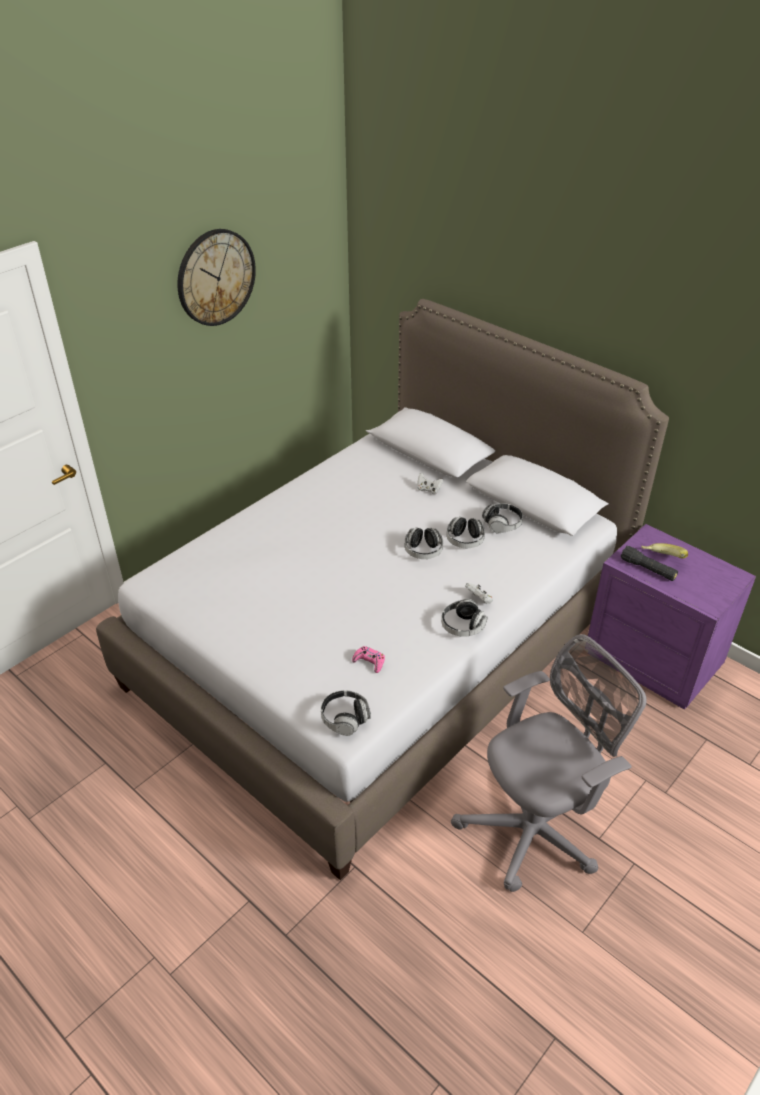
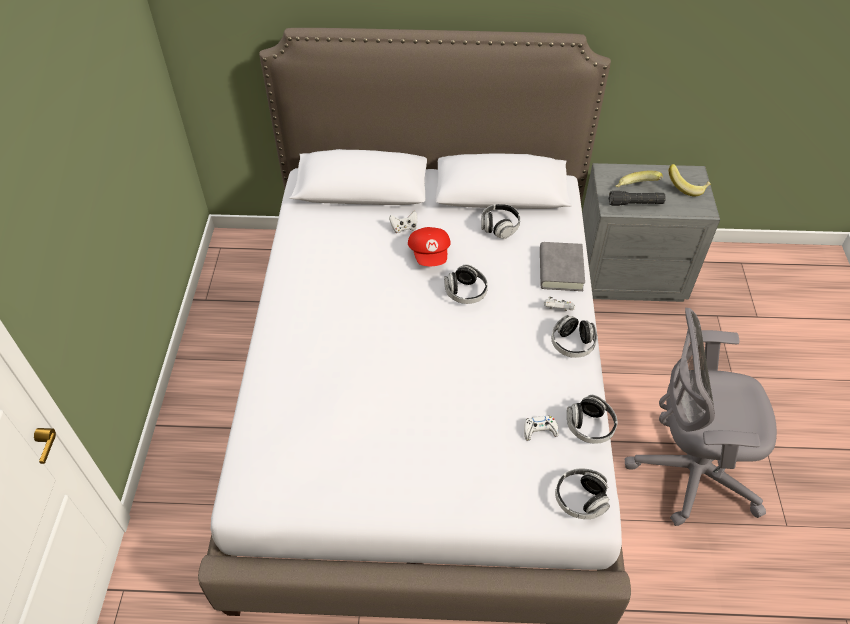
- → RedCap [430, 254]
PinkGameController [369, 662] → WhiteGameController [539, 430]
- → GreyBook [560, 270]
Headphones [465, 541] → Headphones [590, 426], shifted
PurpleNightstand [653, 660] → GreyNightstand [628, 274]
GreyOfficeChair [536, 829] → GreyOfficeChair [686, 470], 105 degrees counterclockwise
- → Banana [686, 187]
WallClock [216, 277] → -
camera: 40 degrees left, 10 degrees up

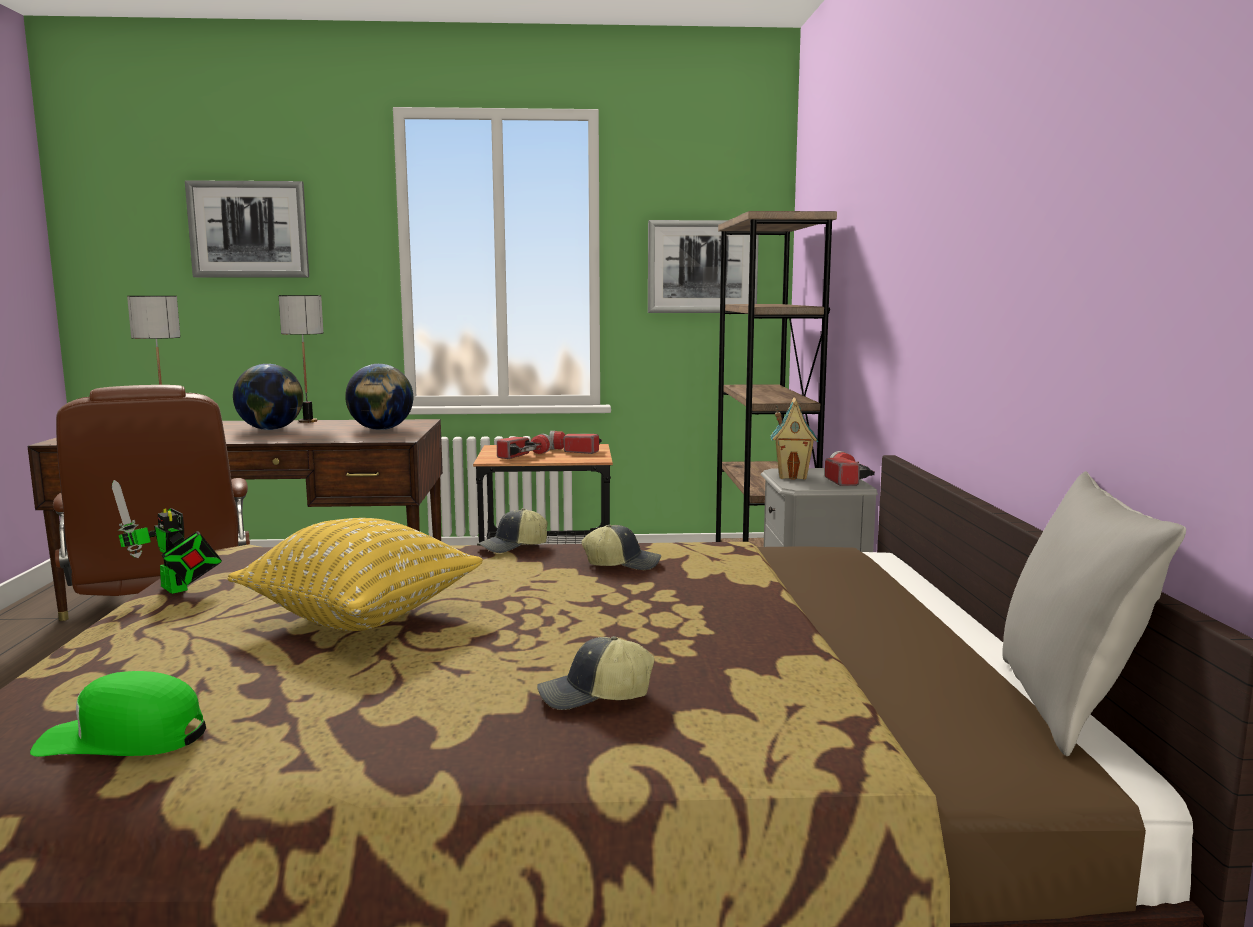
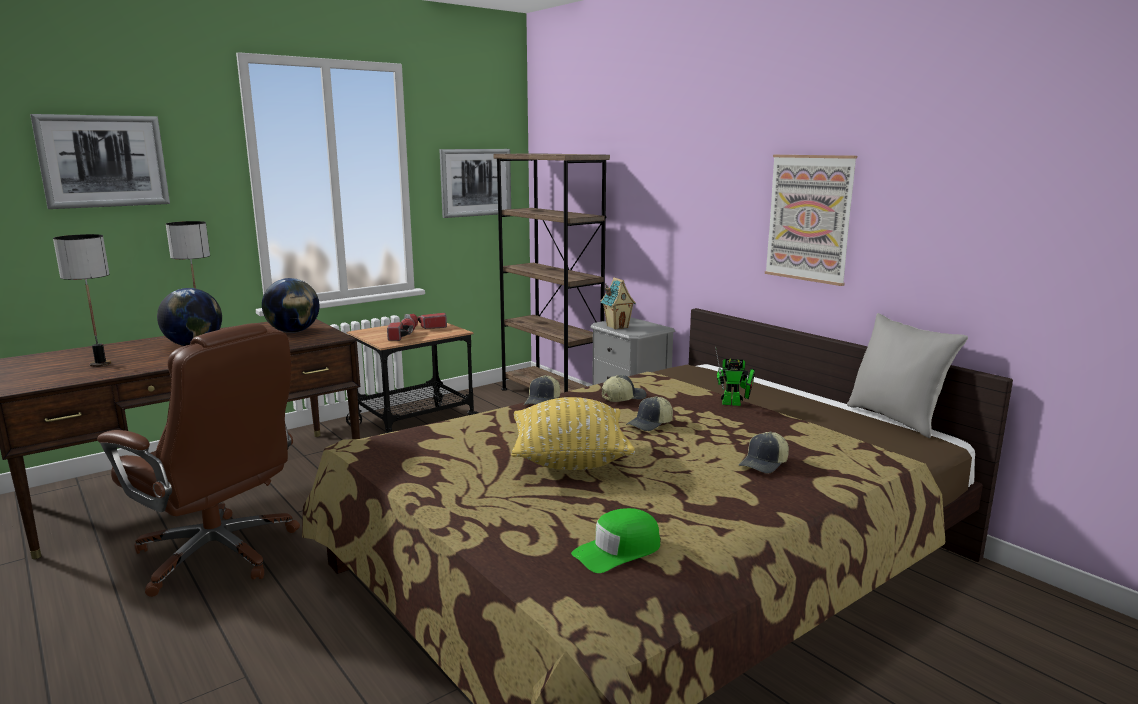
- → Cap [650, 424]
ToyRobot [176, 589] → ToyRobot [734, 404], shifted
- → Picture [809, 218]
Flashlight [844, 480] → -
camera: 35 degrees left, 5 degrees up

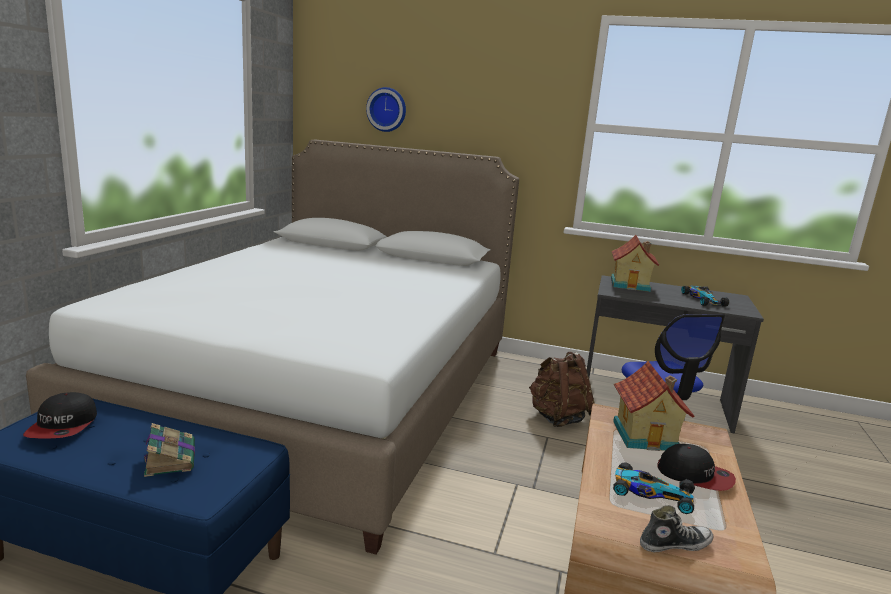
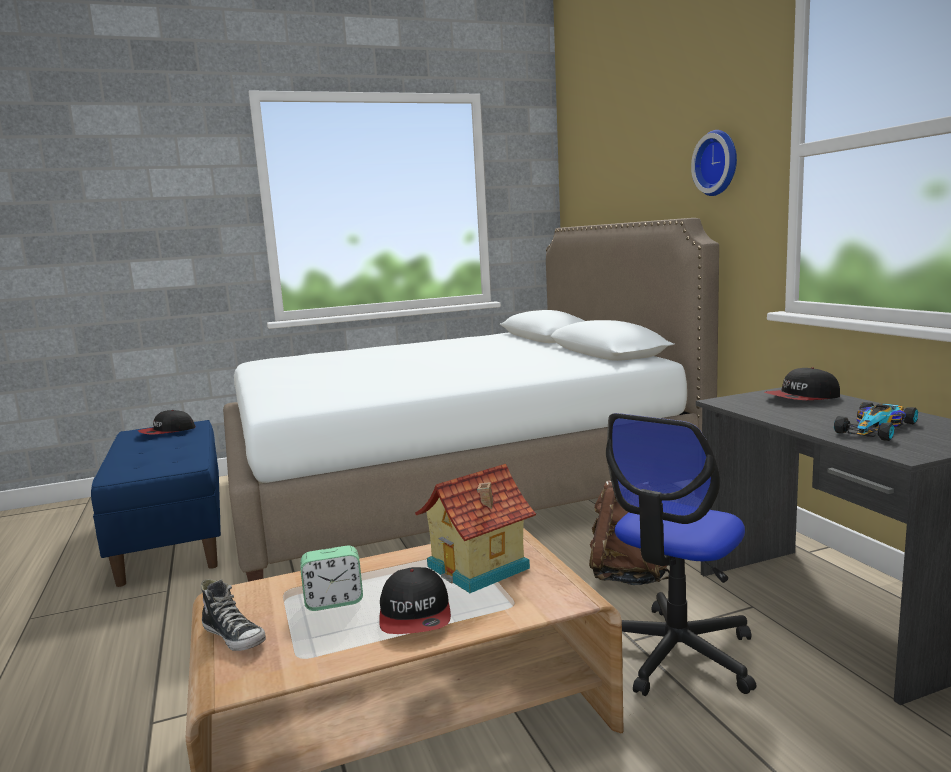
ToyCar [650, 493] → AlarmClock [334, 601]
WallClock [387, 109] → WallClock [718, 163], shifted
ToyHouse [631, 285] → Cap [802, 398]
Book [170, 458] → -
camera: 55 degrees right, 5 degrees down

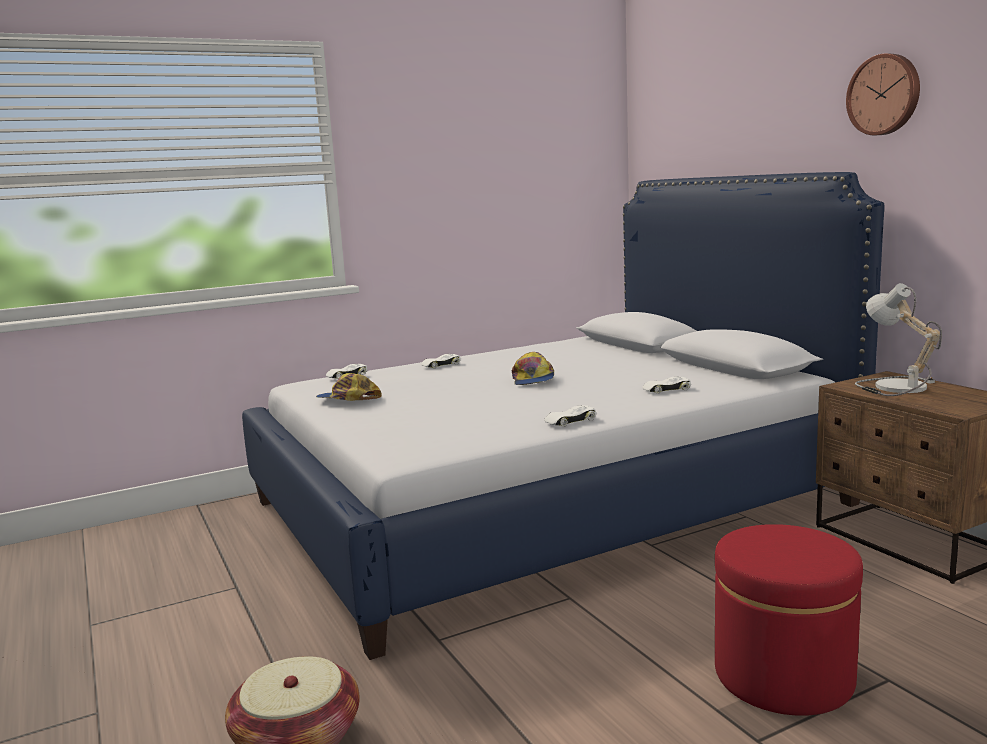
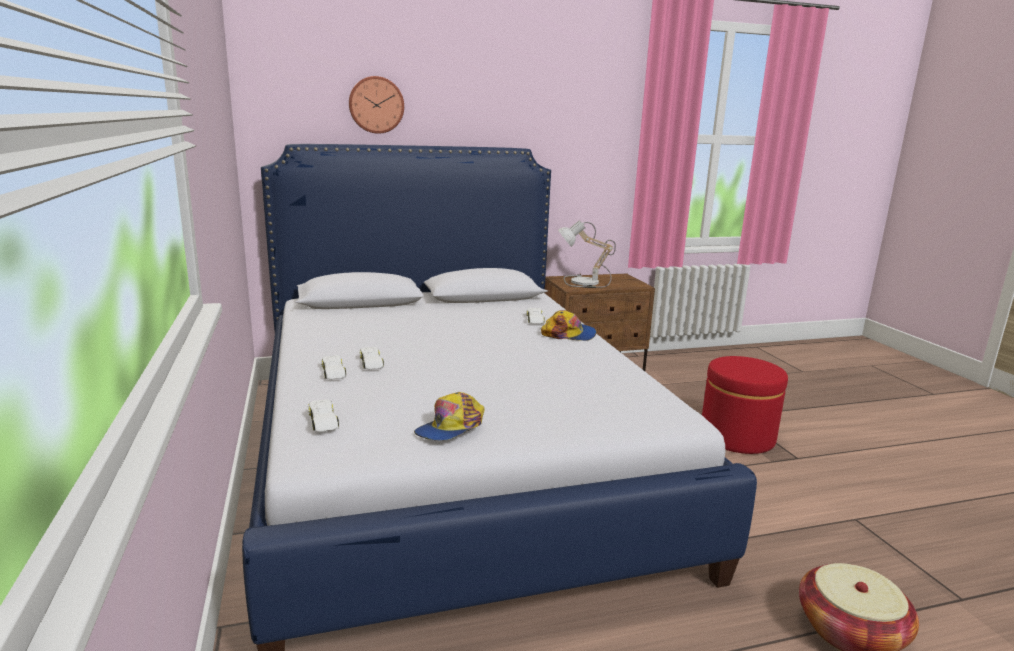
WallClock [884, 95] → WallClock [376, 105], shifted
WhiteToyCar [570, 421] → WhiteToyCar [371, 363], shifted
Cap [533, 379] → Cap [569, 334], shifted
camera: 80 degrees left, 5 degrees up

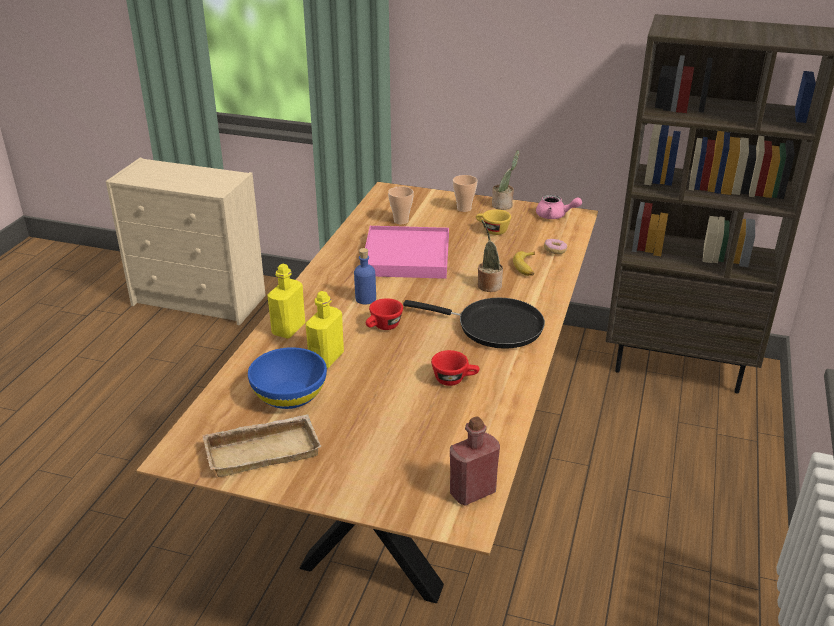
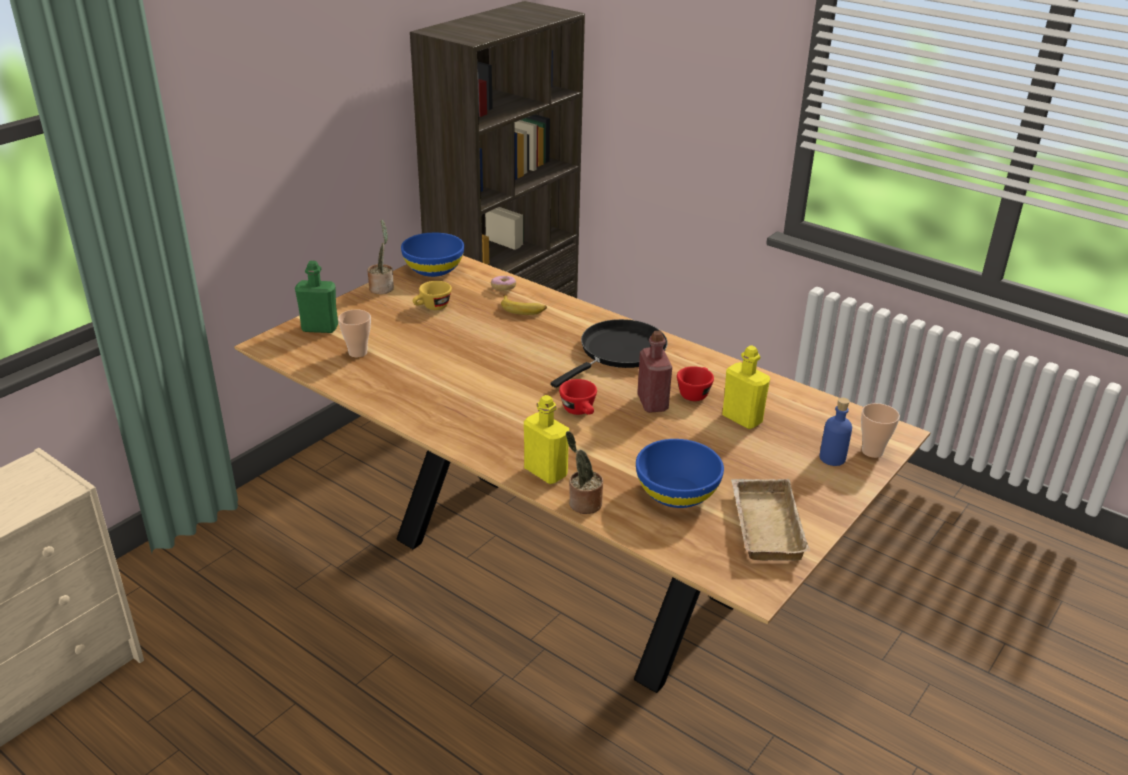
- → GreenBottle [320, 328]
PinkTeapot [555, 216] → BlueBowl [433, 269]
PottedPlant [488, 285] → PottedPlant [583, 503], shifted
RedBottle [472, 492] → RedBottle [652, 403], shifted
YellowBottle [326, 358] → YellowBottle [742, 419], shifted
BlueBottle [365, 299] → BlueBottle [832, 458], shifted
Cup [464, 209] → Cup [872, 451], shifted
PinkTray [406, 256] → -
camera: 70 degrees left, 0 degrees up

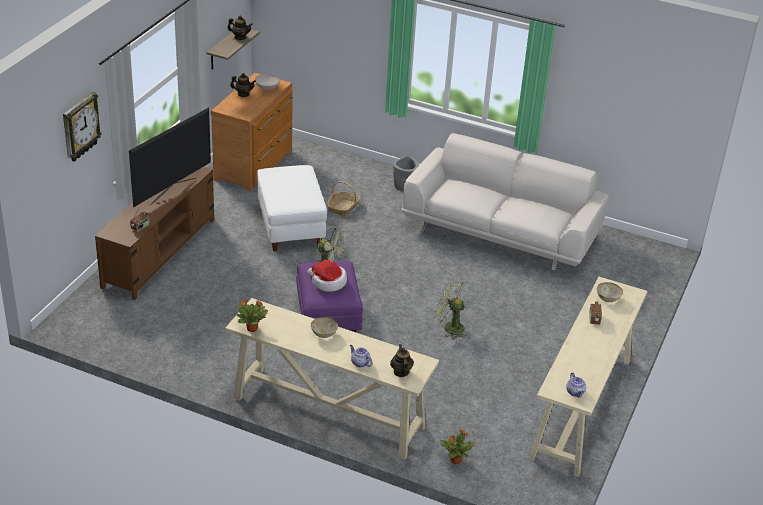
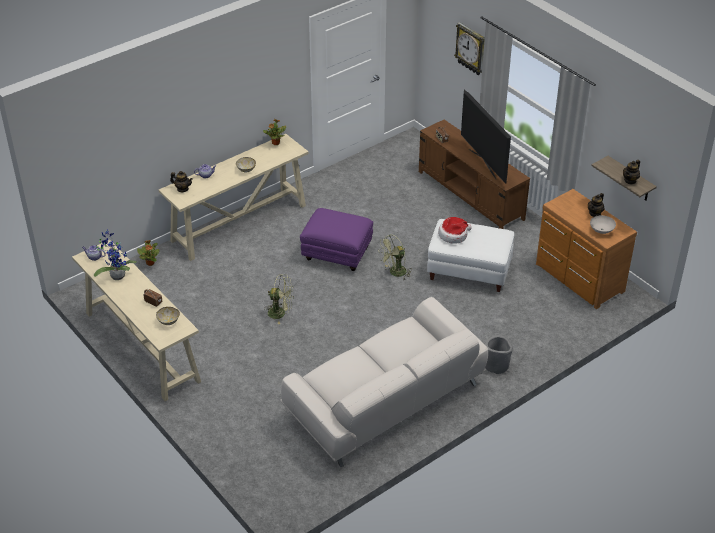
- → PottedPlant [116, 275]
GreenFan [449, 327] → GreenFan [280, 313], 45 degrees clockwise
Hat [328, 282] → Hat [453, 235], shifted
Basket [343, 207] → -
camera: 120 degrees right, 5 degrees up

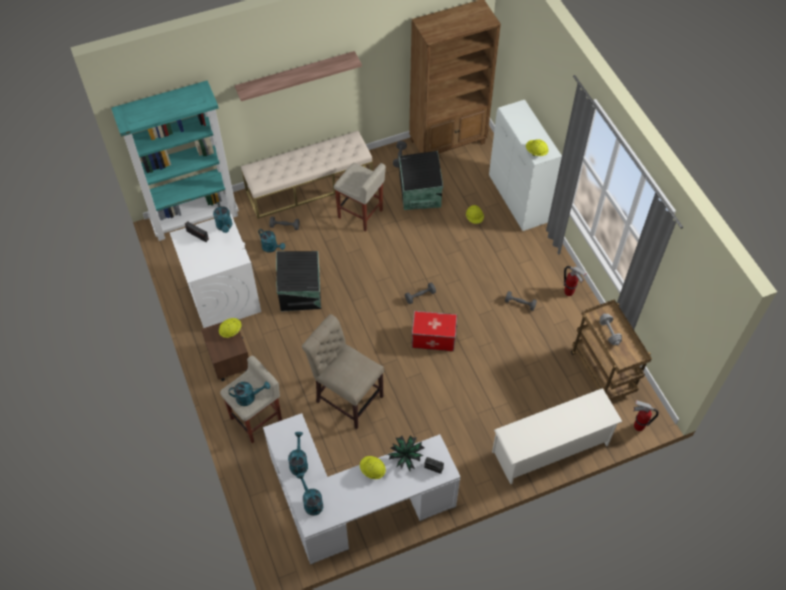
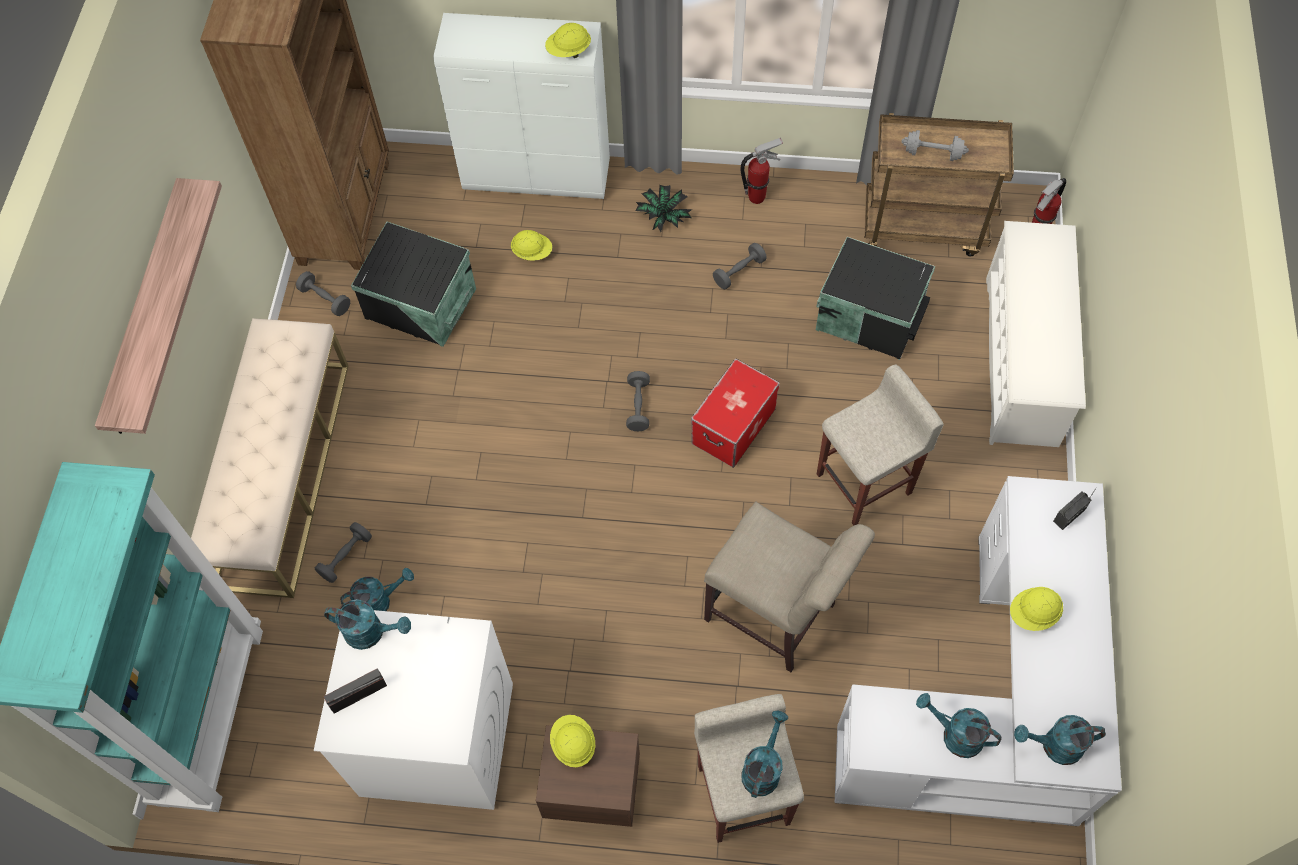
PottedPlant [406, 456] → PottedPlant [663, 216], shifted
BeigeChair [346, 396] → BeigeChair [776, 616], 120 degrees counterclockwise
BlackStorageBox [301, 289] → BlackStorageBox [869, 314], shifted
BeigeStool [360, 214] → BeigeStool [865, 483], shifted
camera: 60 degrees left, 5 degrees up

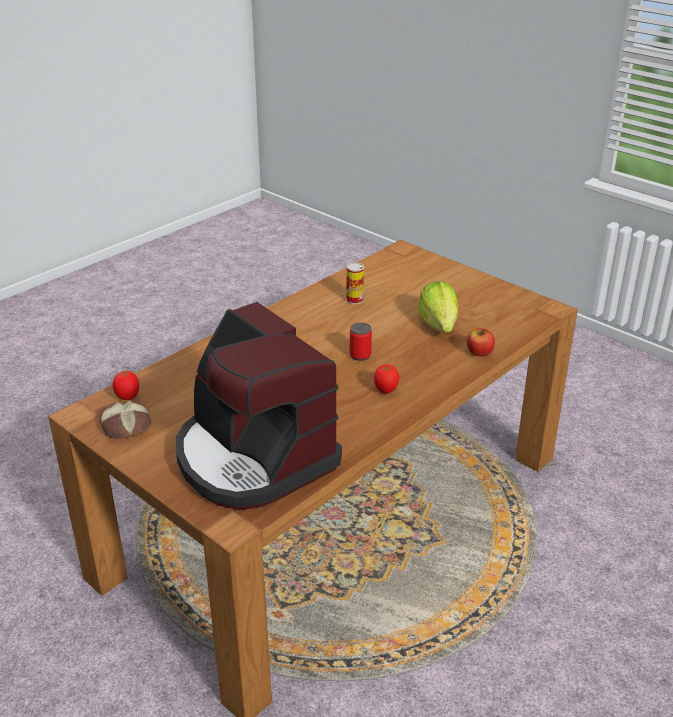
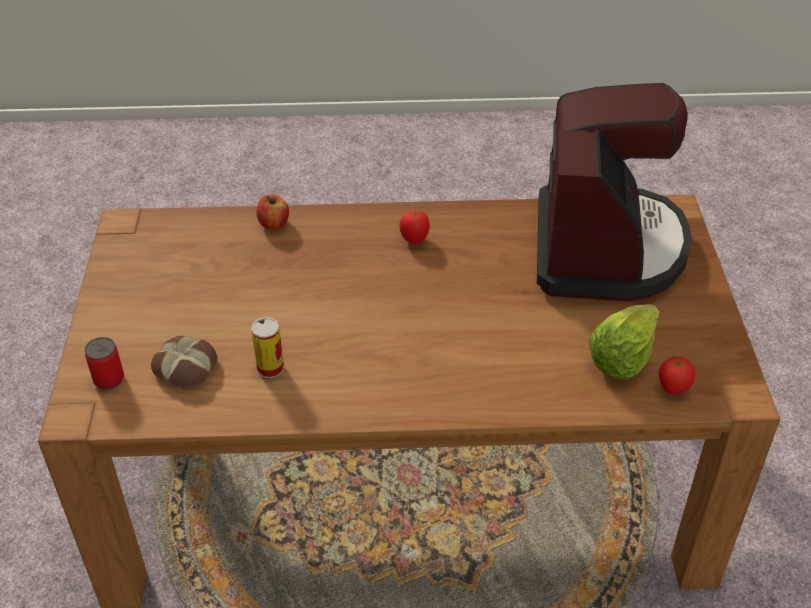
Can [360, 355] → Can [109, 379], shifted
Bread [126, 426] → Bread [186, 367], shifted
Lettuce [439, 325] → Lettuce [622, 358], shifted
camera: 135 degrees left, 10 degrees up

